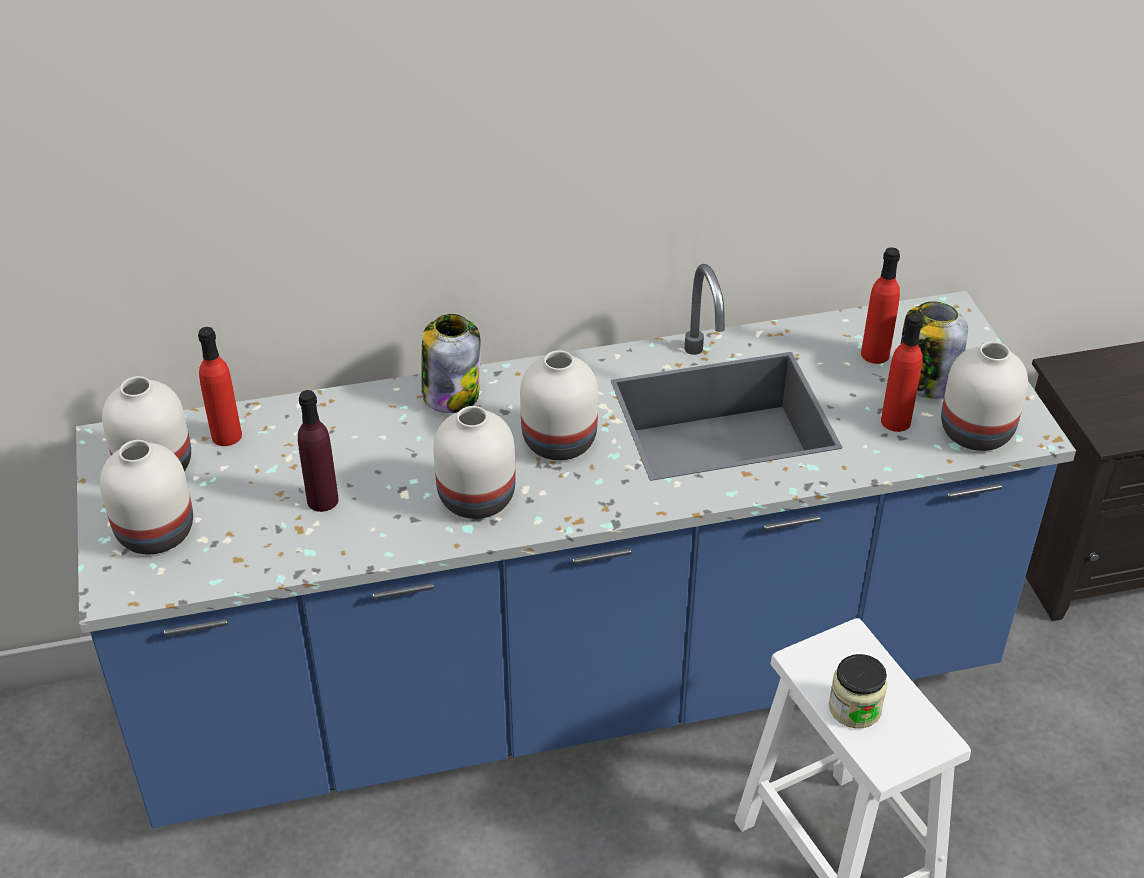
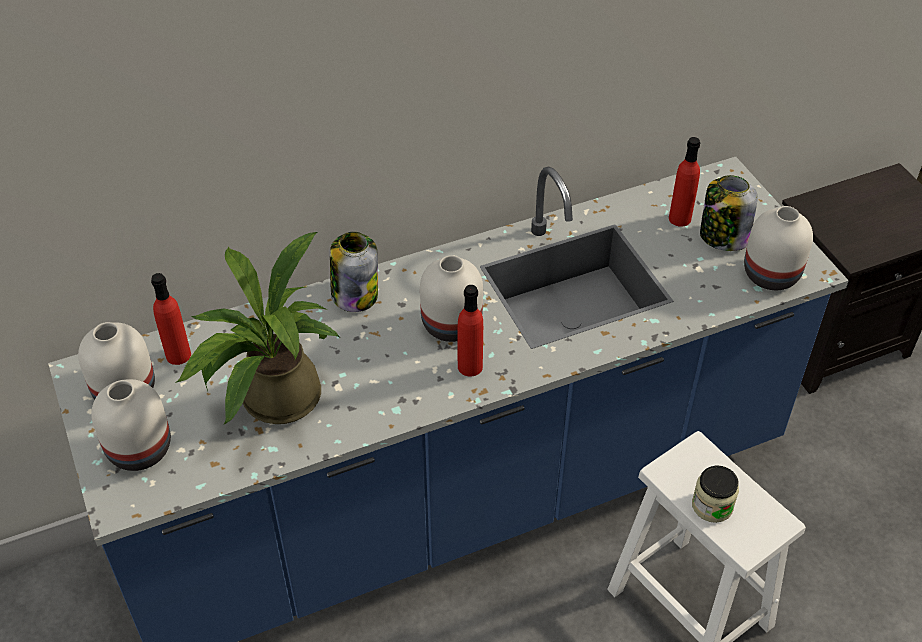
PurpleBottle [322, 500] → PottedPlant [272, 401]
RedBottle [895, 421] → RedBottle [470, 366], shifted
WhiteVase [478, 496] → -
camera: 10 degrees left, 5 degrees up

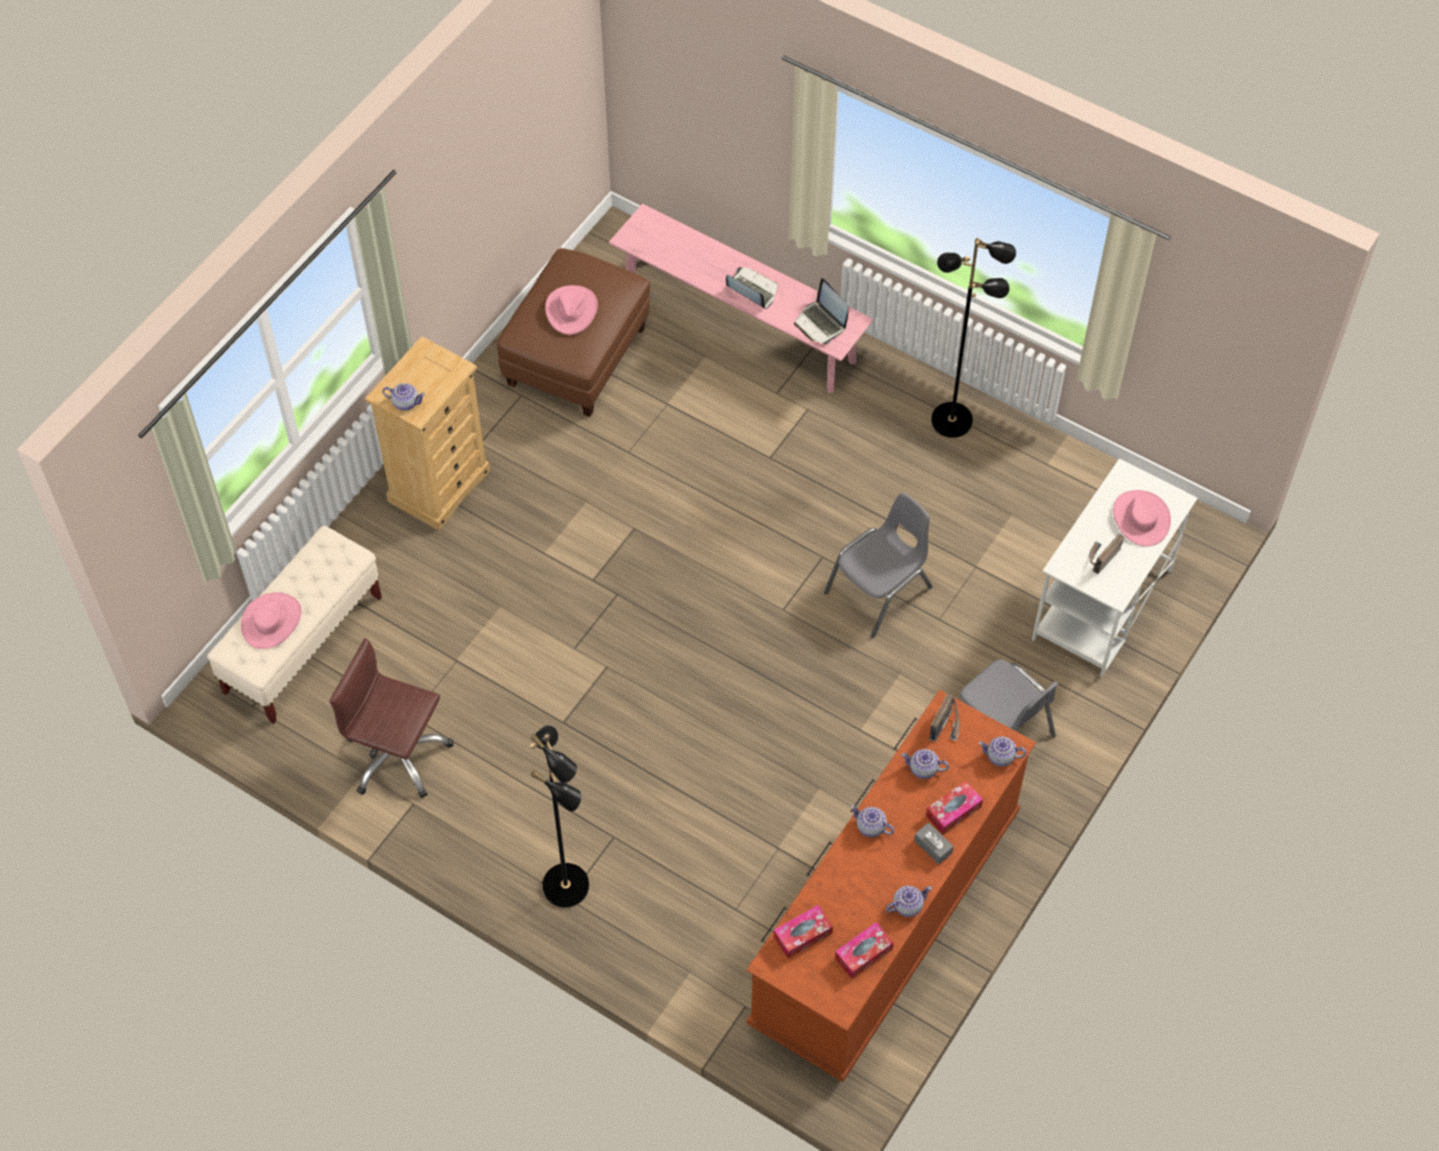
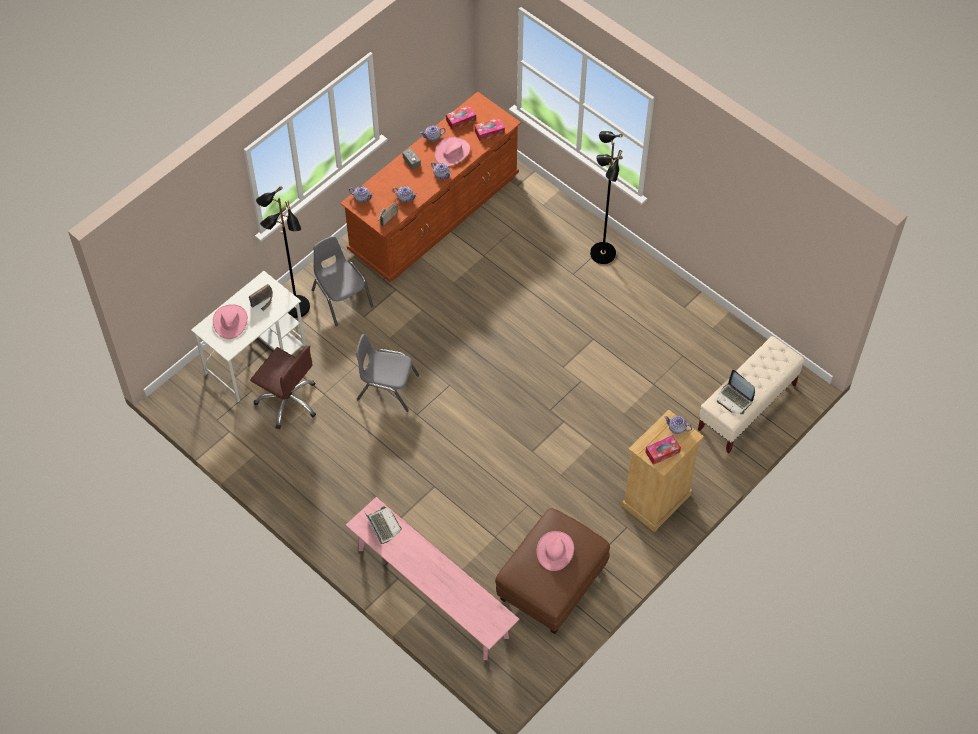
BrownOfficeChair [397, 756] → BrownOfficeChair [288, 401], shifted
BlackFloorLamp [952, 419] → BlackFloorLamp [296, 307], shifted
GreyChair [880, 591] → GreyChair [387, 387], 45 degrees clockwise
PinkHat [272, 621] → PinkHat [452, 152], shifted
TissueBox [953, 811] → TissueBox [662, 452], shifted
Laptop [752, 291] → Laptop [734, 399], shifted
camera: 170 degrees left, 0 degrees up

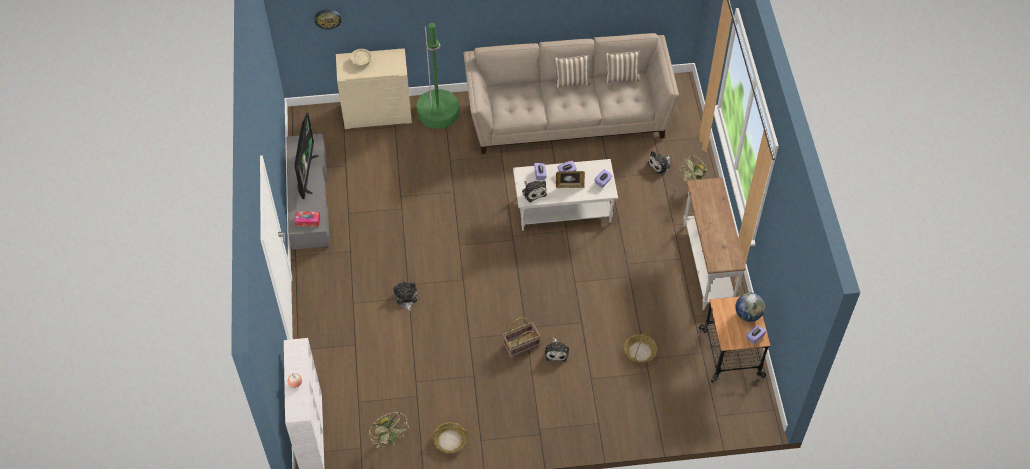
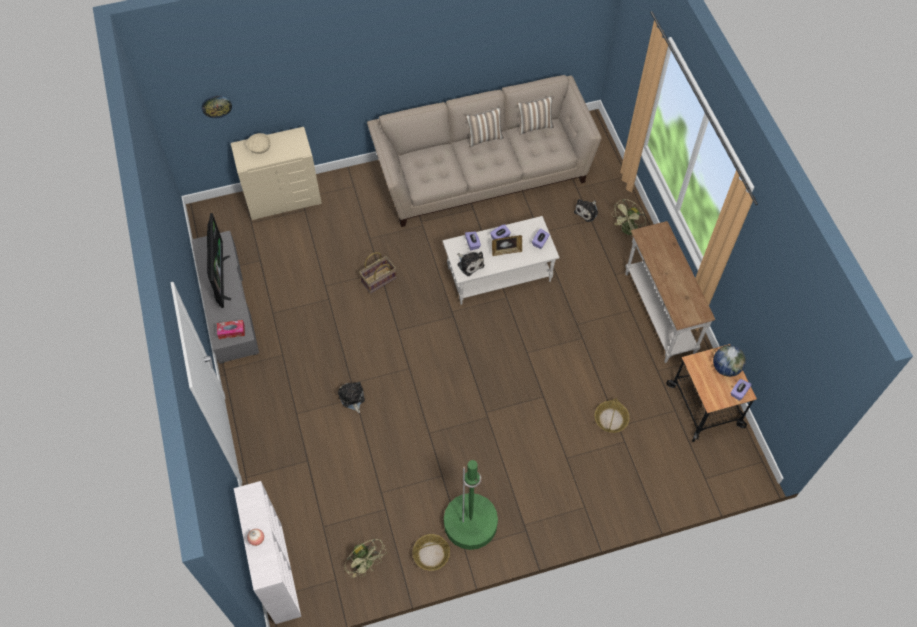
Basket [521, 345] → Basket [378, 280], shifted
GreenFloorLamp [438, 112] → GreenFloorLamp [470, 523], shifted
PlushToy [556, 352] → -
camera: 10 degrees left, 5 degrees up

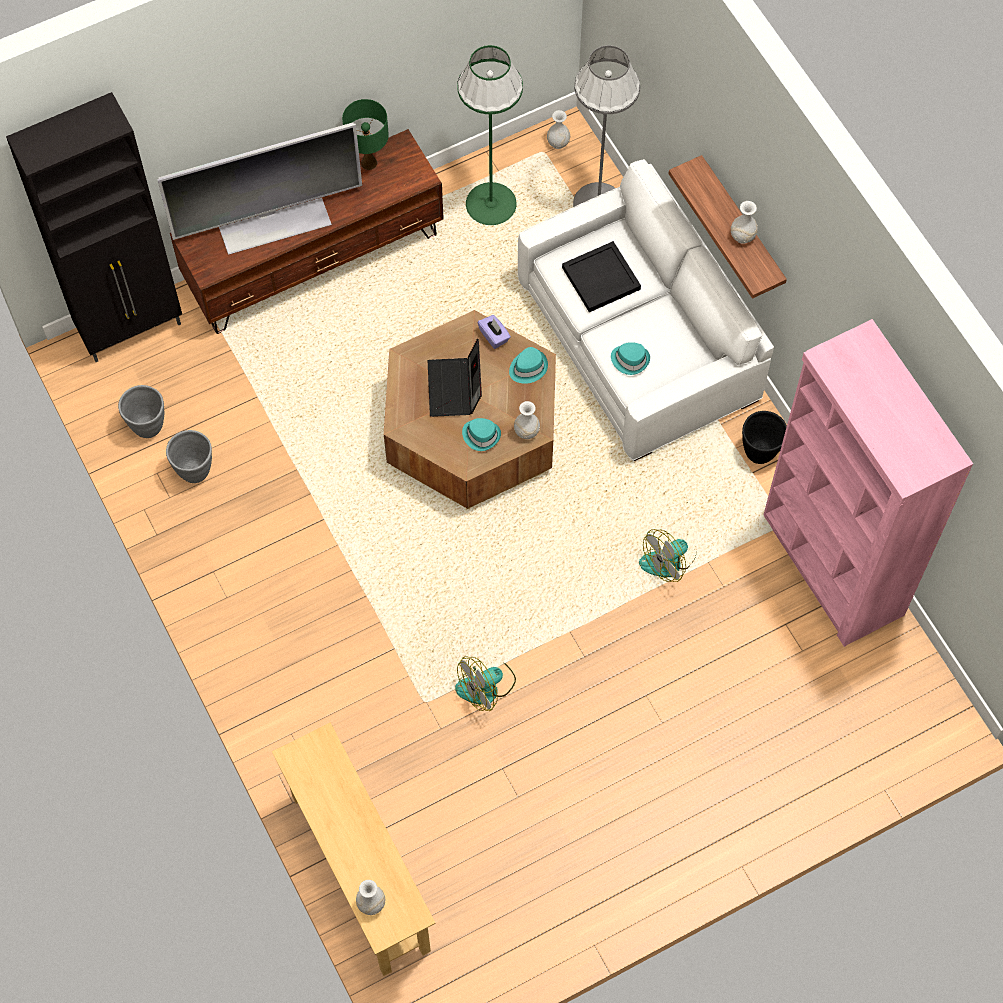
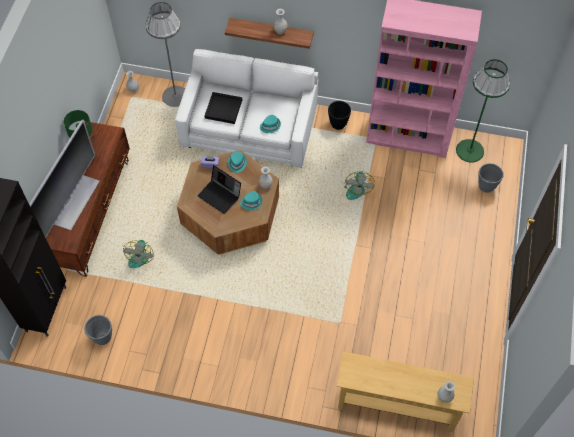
Fan [486, 685] → Fan [139, 255], shifted
GreenFloorLamp [491, 204] → GreenFloorLamp [470, 151], shifted
GreyPlanter [195, 471] → GreyPlanter [486, 186], shifted
camera: 50 degrees left, 5 degrees down

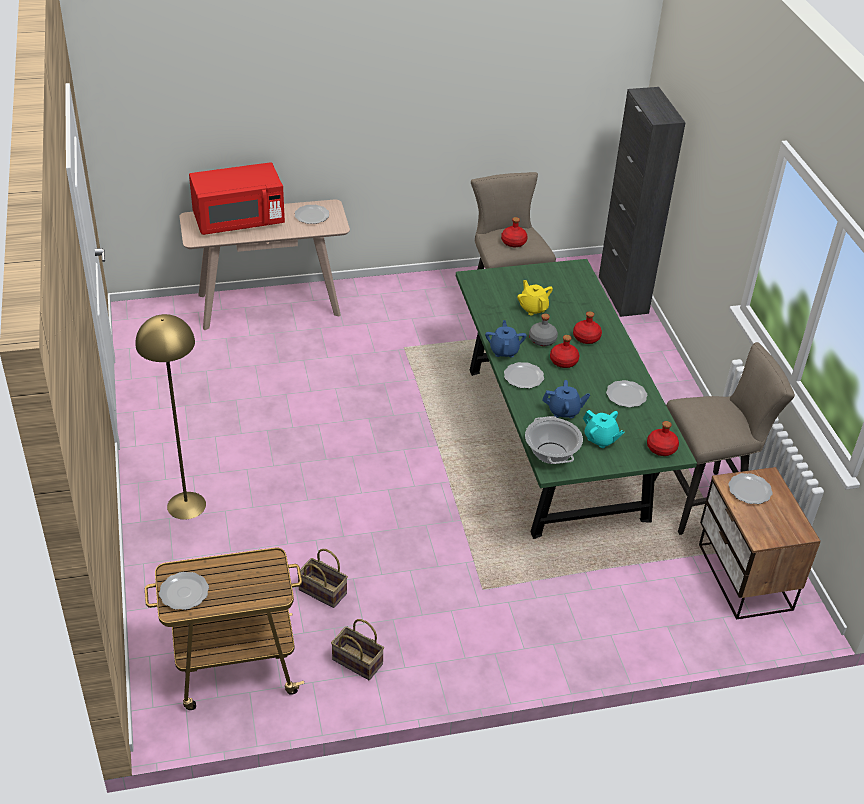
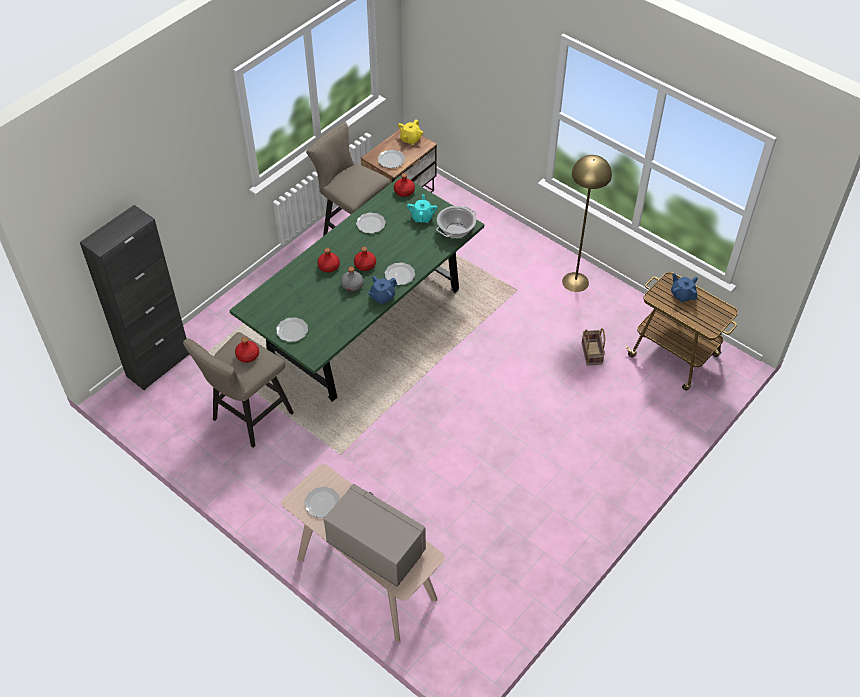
Plate [184, 593] → Plate [292, 330], shifted
RedMicrowave [239, 221] → GreyMicrowave [376, 548]
YellowTeapot [533, 308] → YellowTeapot [410, 139], shifted
YellowFloorLamp [186, 505] → YellowFloorLamp [575, 282], shifted
BlueTeapot [564, 411] → BlueTeapot [682, 295], shifted
Basket [356, 662] → -
camera: 125 degrees left, 10 degrees up

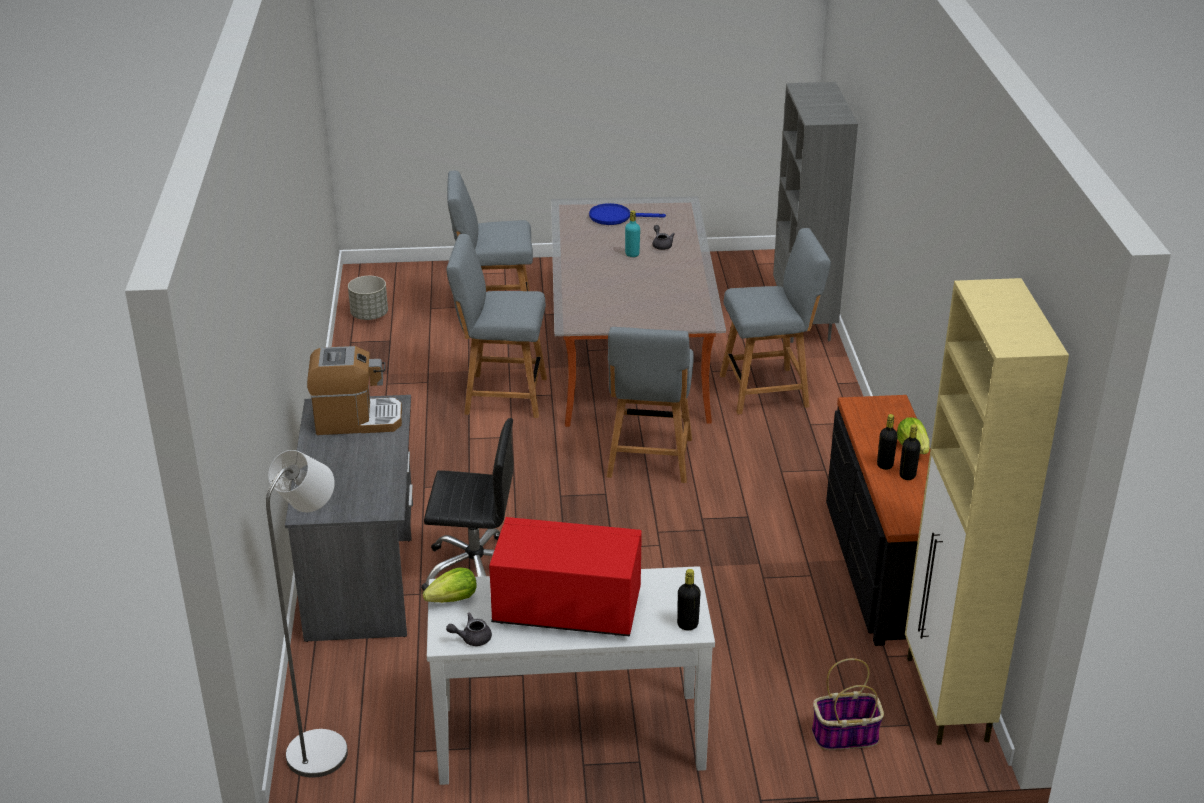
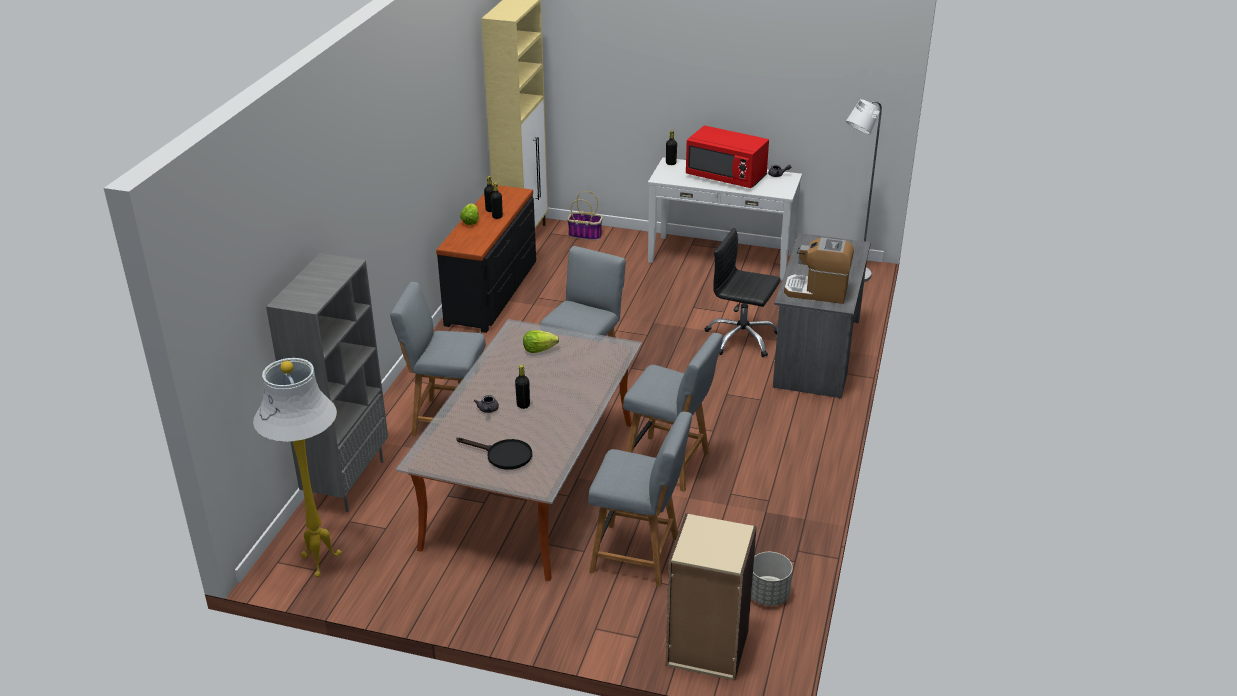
- → WhiteFloorLamp [321, 564]
BlueFryingPan [616, 217] → BlackFryingPan [503, 455]
TurquoiseBottle [632, 254] → BlackBottle [523, 405]
Lettuce [453, 599] → Lettuce [539, 349], shifted
- → BeigeBookcase [707, 649]
camera: 160 degrees left, 0 degrees up

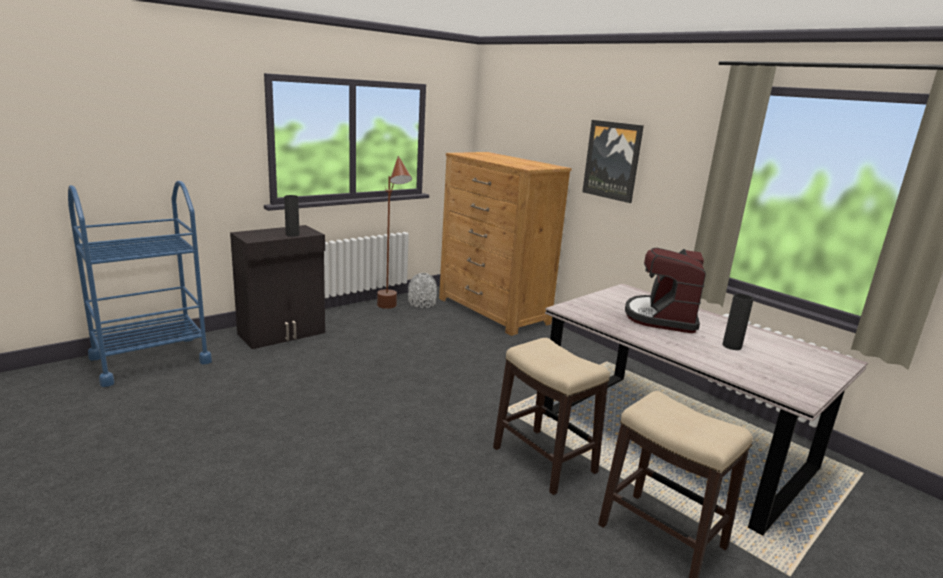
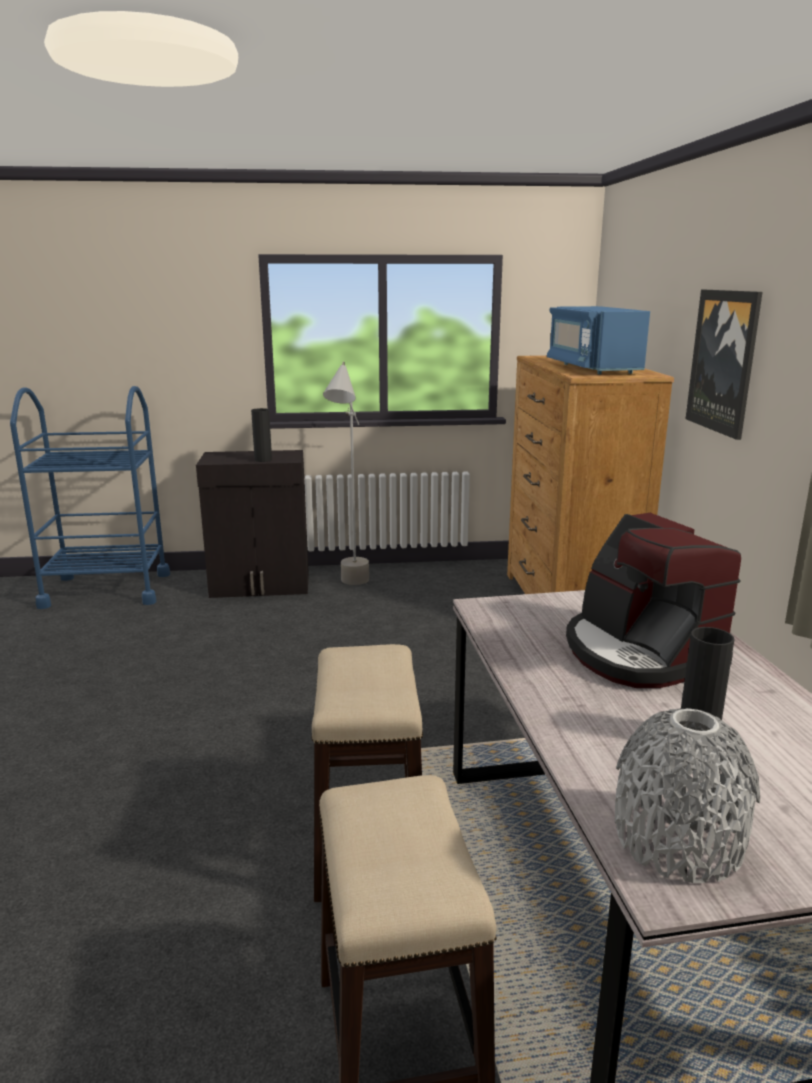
- → GreyFloorLamp [351, 588]
- → BlueMicrowave [592, 368]
CoffeeMachine [662, 317] → CoffeeMachine [639, 653], 75 degrees counterclockwise
GreyVase [422, 303] → GreyVase [678, 839], shifted
BrownFloorLamp [391, 311] → -
camera: 35 degrees right, 0 degrees up

